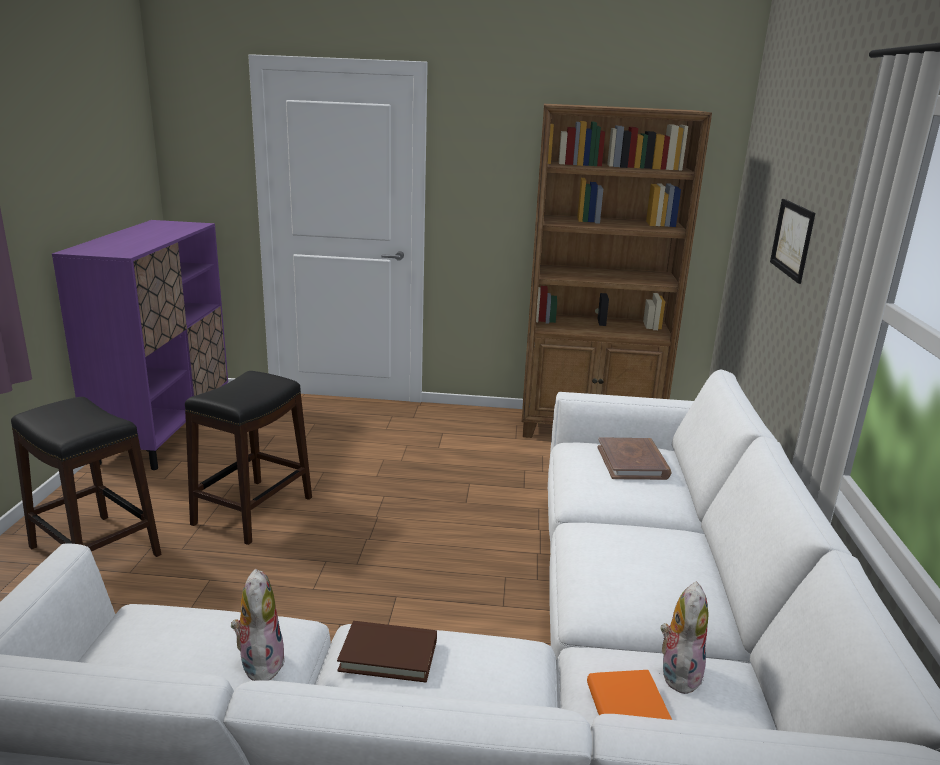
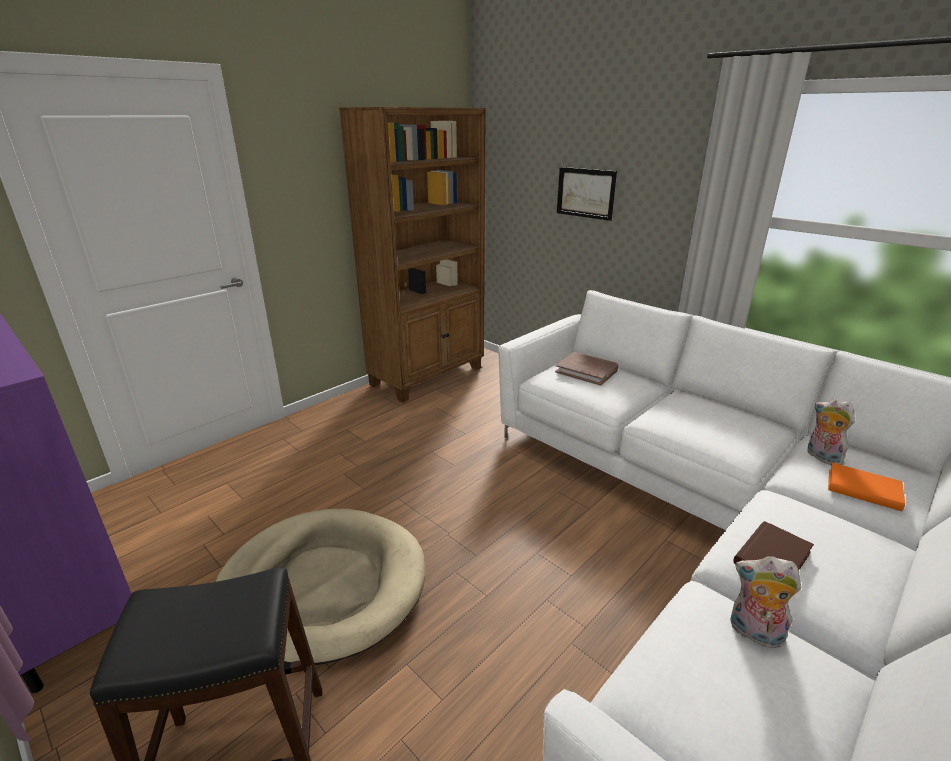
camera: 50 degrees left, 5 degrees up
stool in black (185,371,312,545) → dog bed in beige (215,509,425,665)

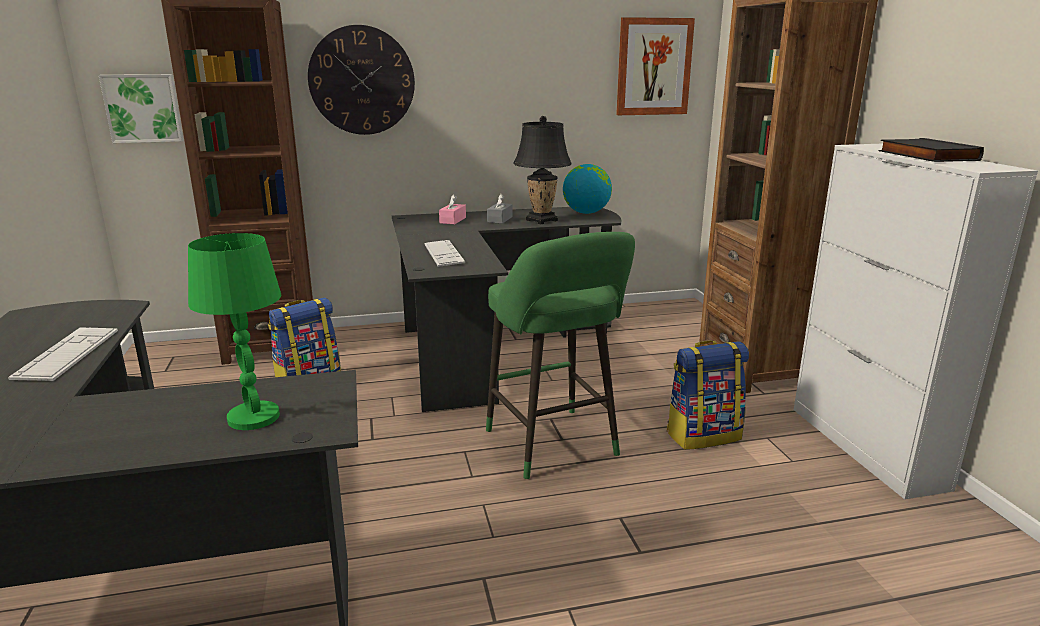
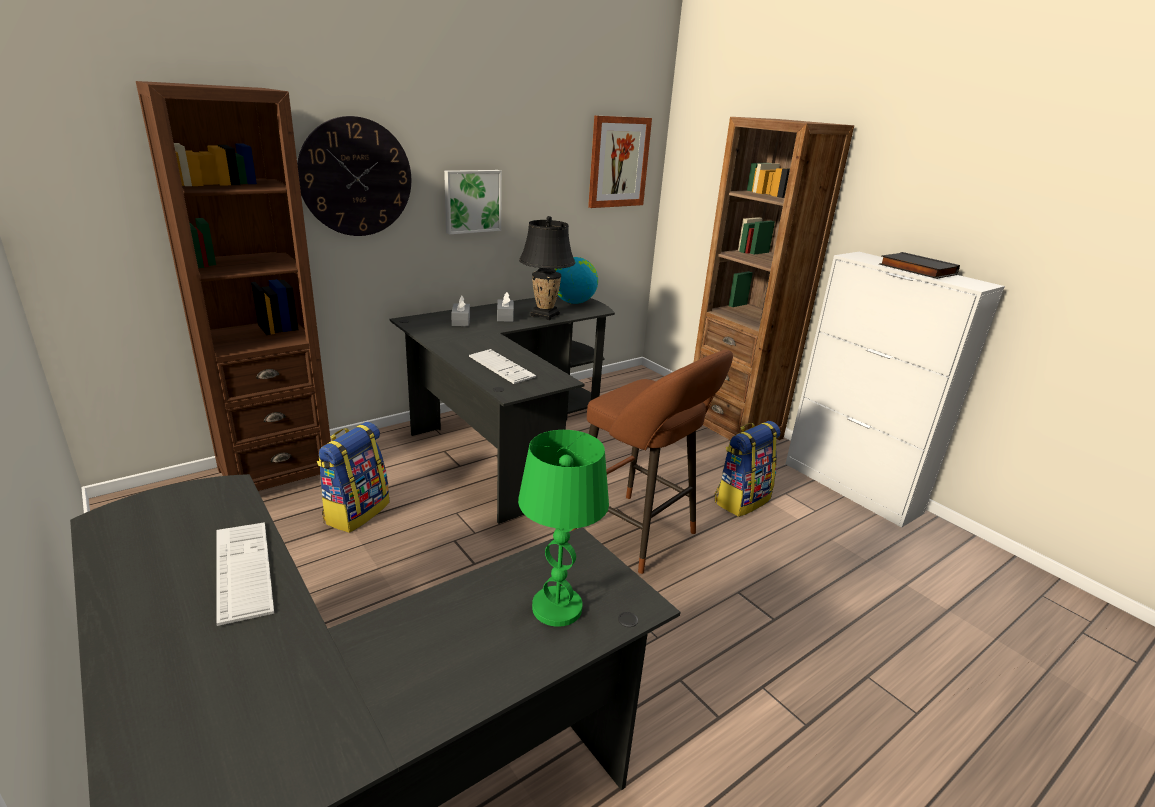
camera: 25 degrees left, 5 degrees up
picture (99,74,183,143) → picture (444,170,502,235), relocated
tissue box in pink (439,194,466,224) → tissue box in grey (451,296,470,327)
stool in green (486,232,635,479) → stool in brown (571,350,733,574)

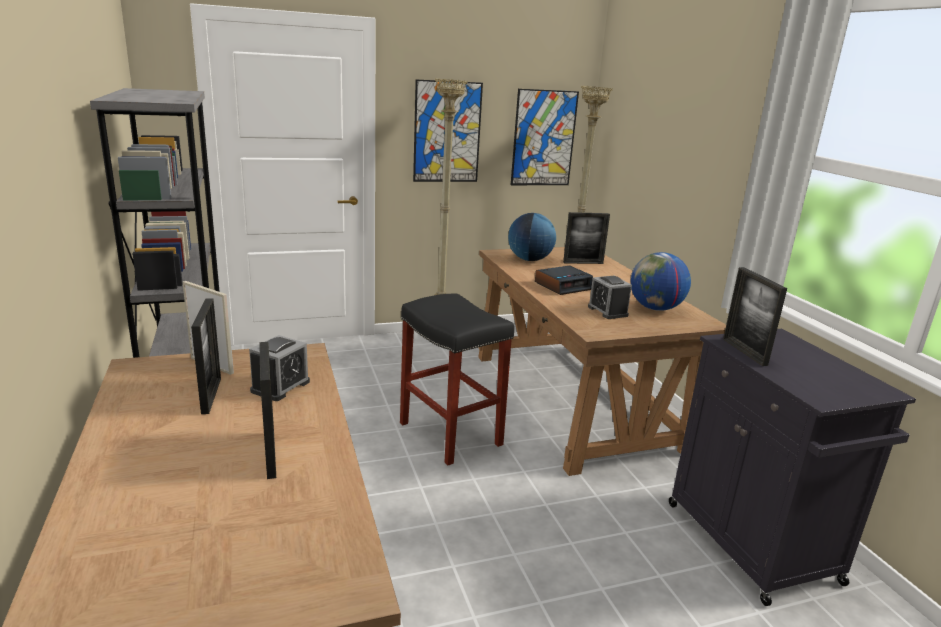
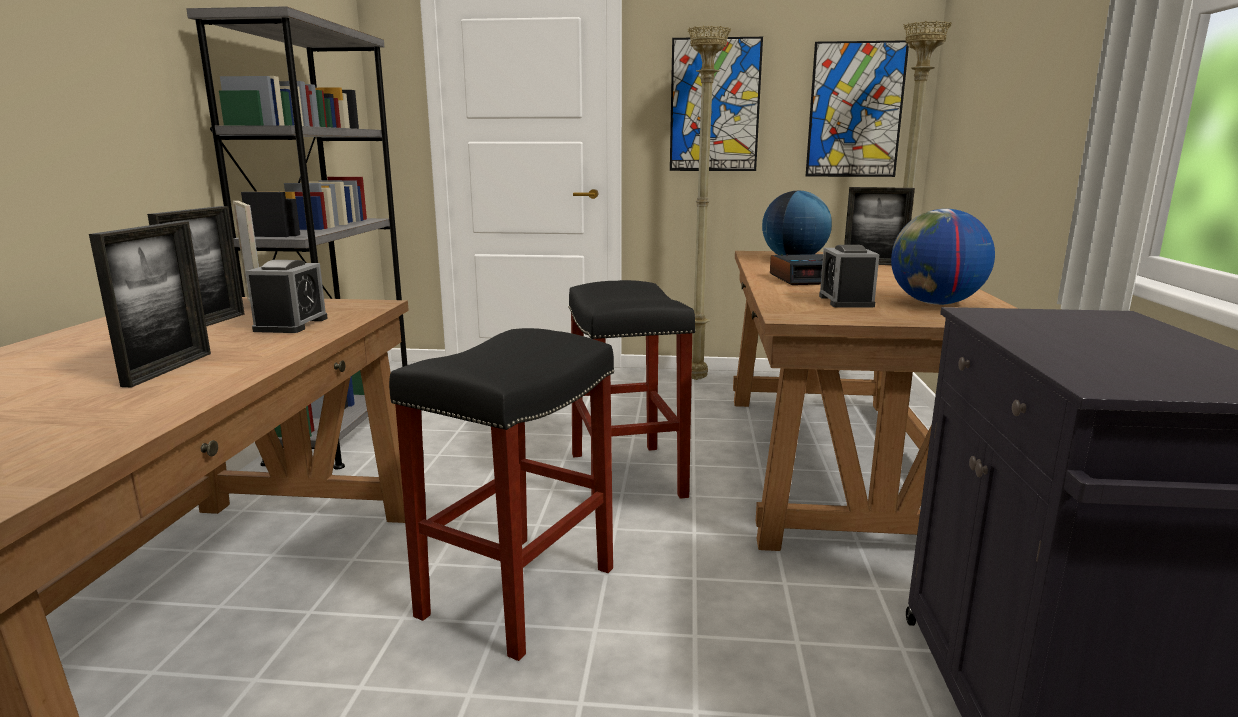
camera: 25 degrees right, 5 degrees down
alarm clock (249,335,310,401) → alarm clock (246,260,328,333), 45 degrees counterclockwise
picture frame (723,267,787,366) → -
- → stool in black (389,328,614,661)

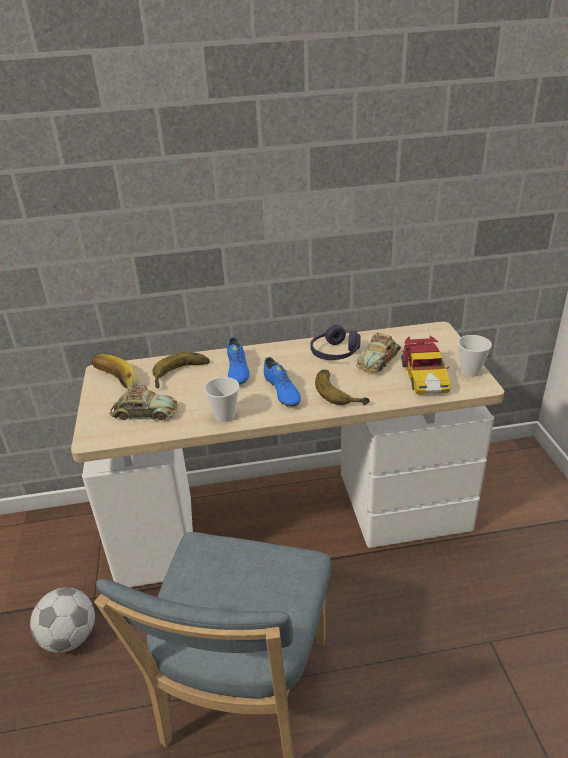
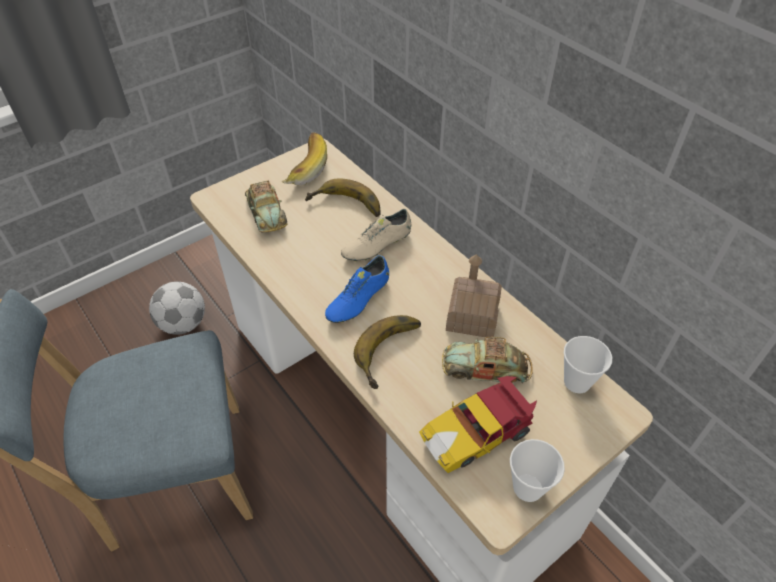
camera: 60 degrees right, 15 degrees up
cup (204,377,239,422) → cup (564,336,612,393), relocated
shoe in blue (227,337,249,385) → shoe in beige (341,209,411,261)
headphones in purple (310,325,361,360) → toy house (446,254,502,339)

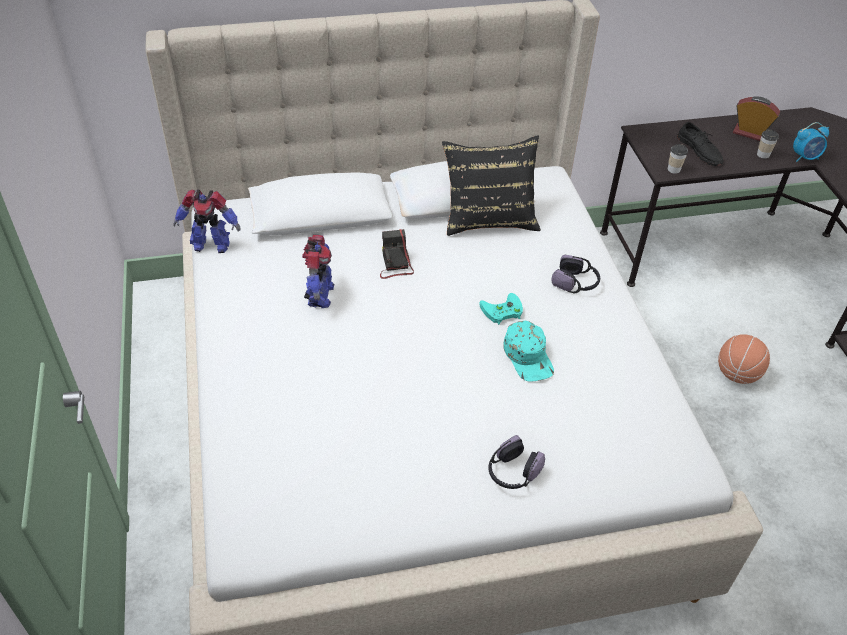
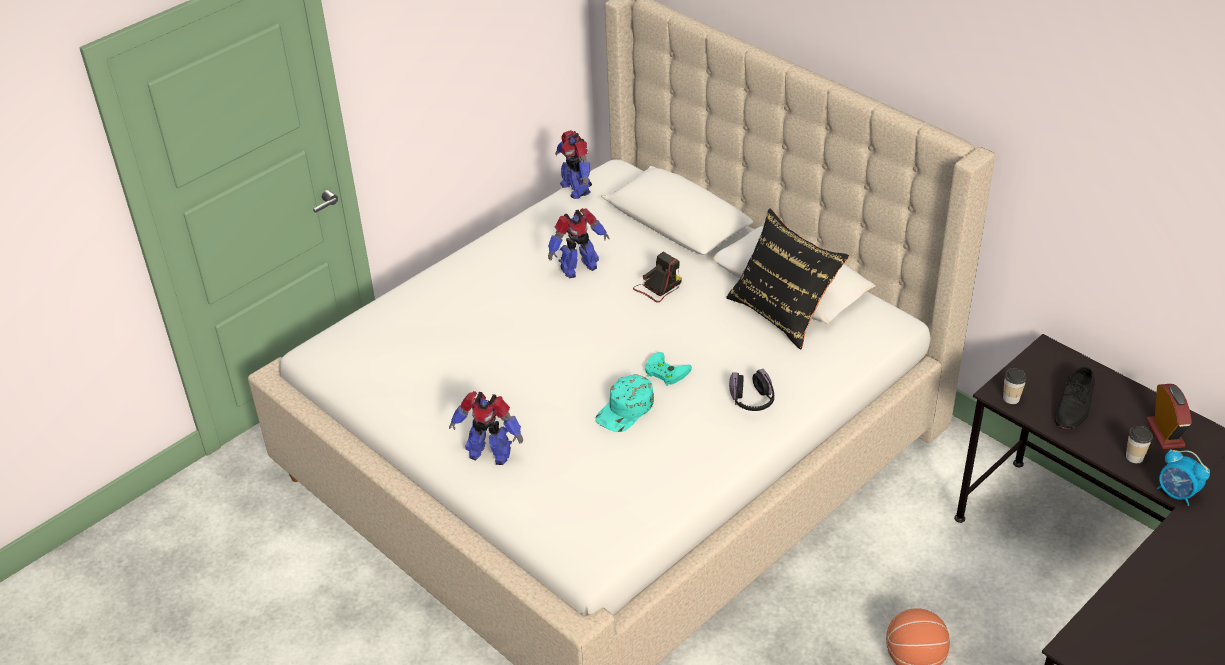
camera: 60 degrees right, 5 degrees down
headphones (488,435,545,489) → toy robot (449,391,523,465)

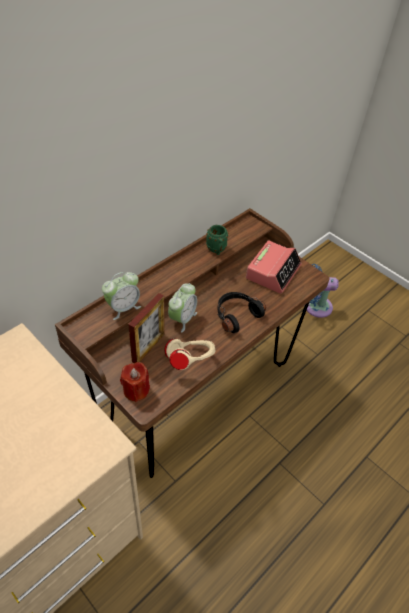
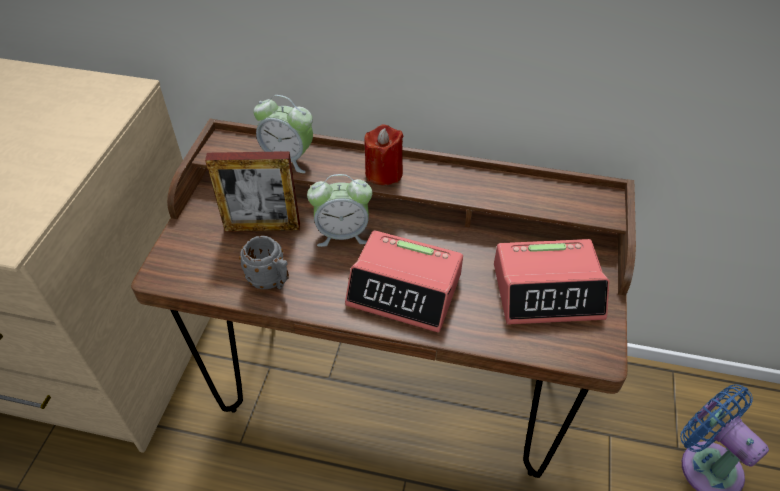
camera: 60 degrees right, 0 degrees up
candle in red (120,362,150,402) → candle in red (364,125,404,185), relocated
headphones in beige (165,338,215,370) → mug in grey (239,236,289,289)
mug in green (206,225,228,255) → -
headphones in black (217,292,266,333) → alarm clock (345,230,463,333)

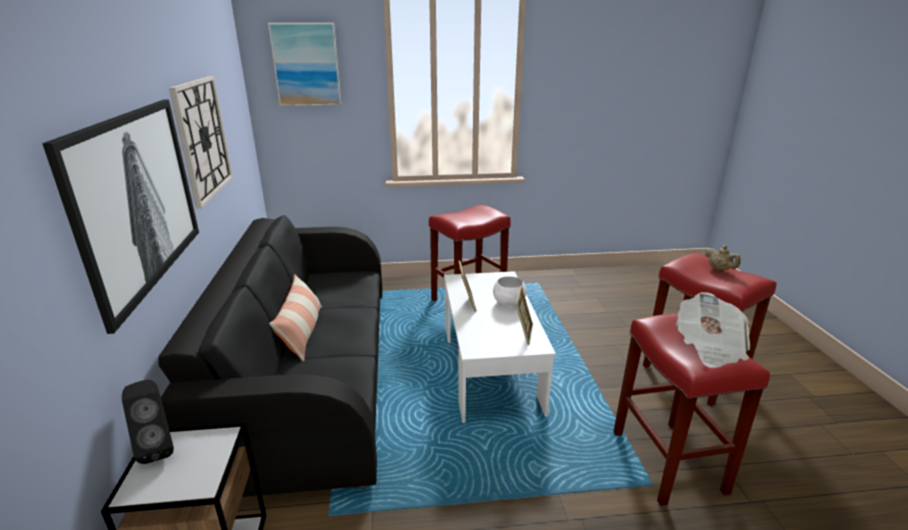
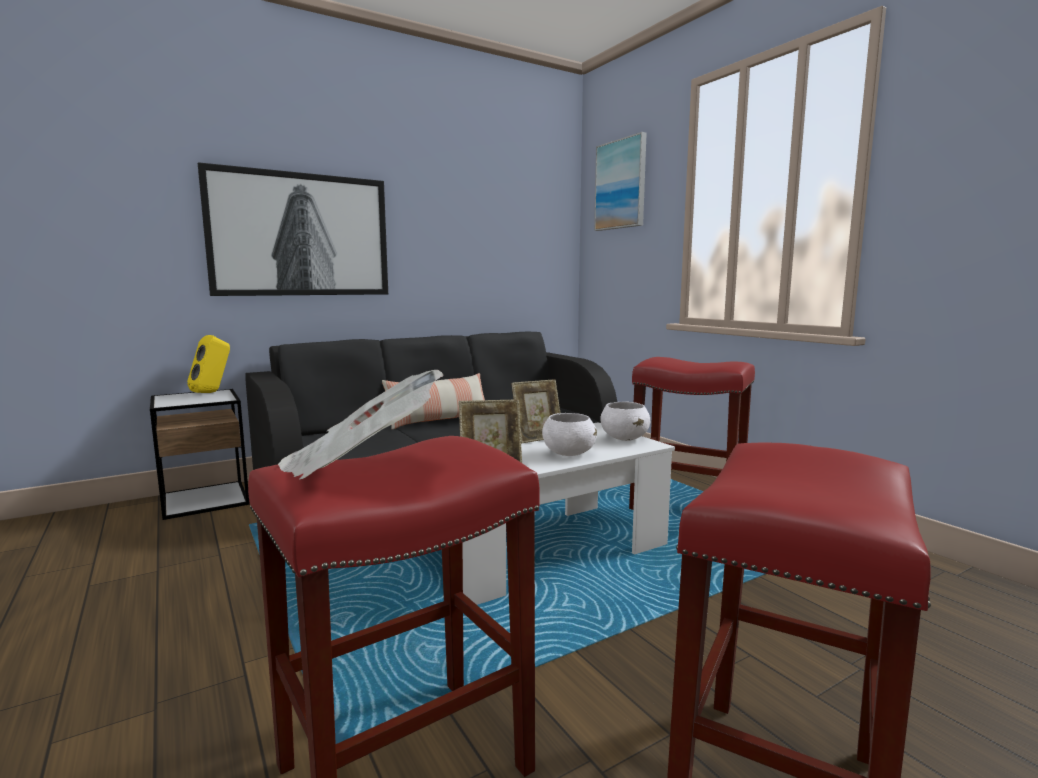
camera: 65 degrees right, 15 degrees down
speaker in black (122,380,174,464) → speaker in yellow (187,335,230,393)
wall clock (169,76,233,209) → -
teapot in beige (705,245,741,271) → -
- → bowl in white (600,402,650,441)

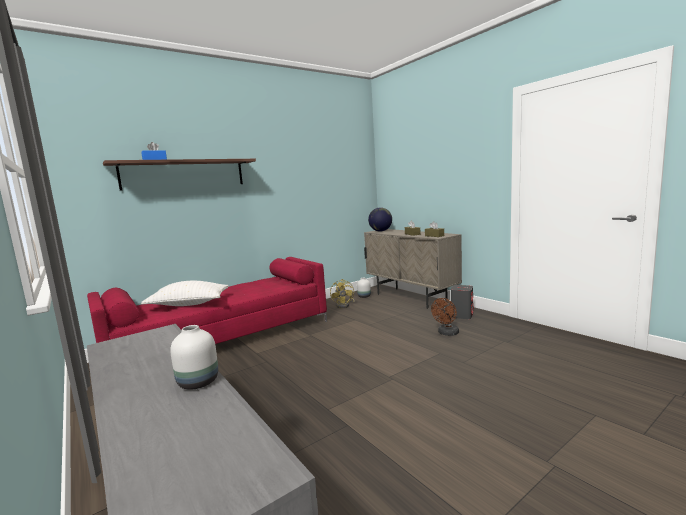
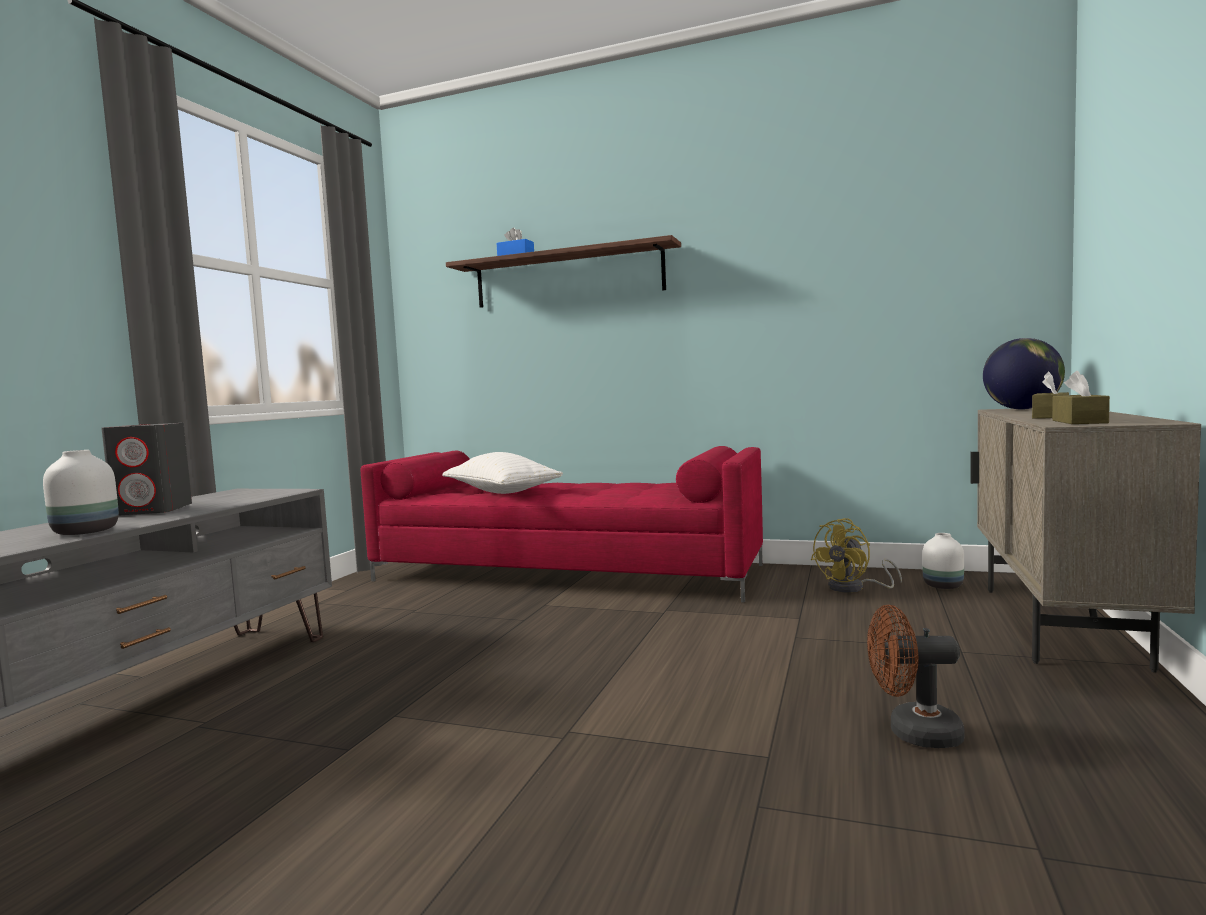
camera: 55 degrees right, 5 degrees down
speaker in grey (451,285,473,319) → speaker in grey (101,423,192,515), relocated

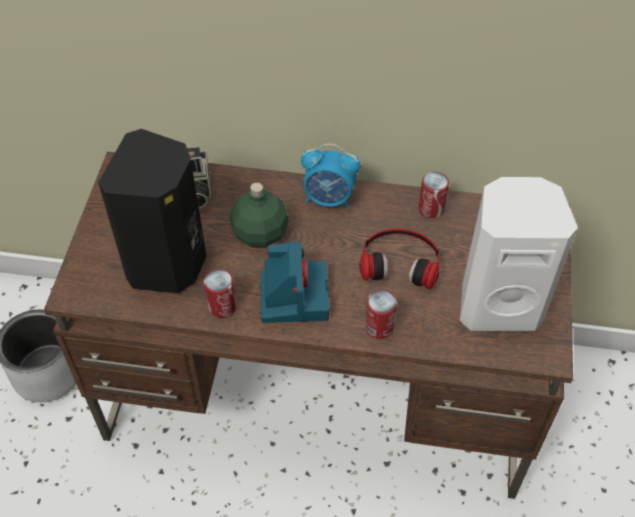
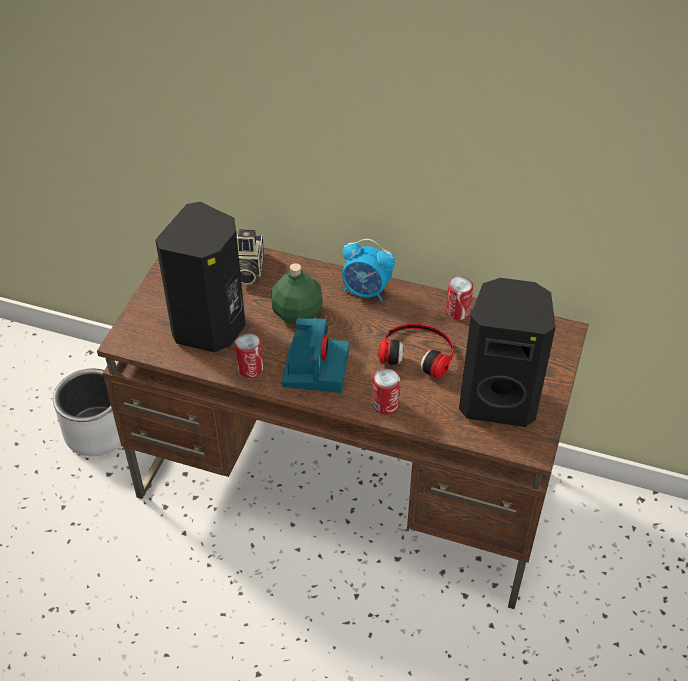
camera: 10 degrees right, 5 degrees down
speaker in white (460,177,578,331) → speaker in black (459,278,556,427)

